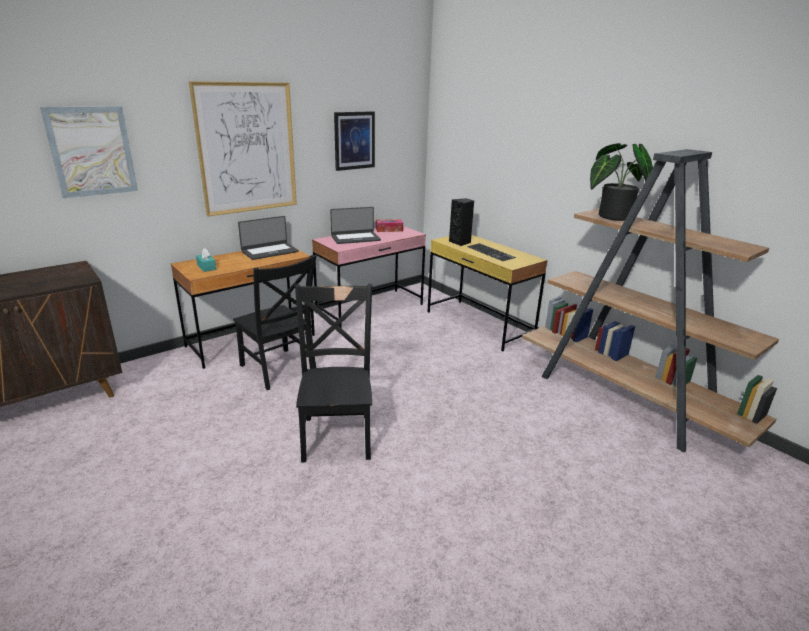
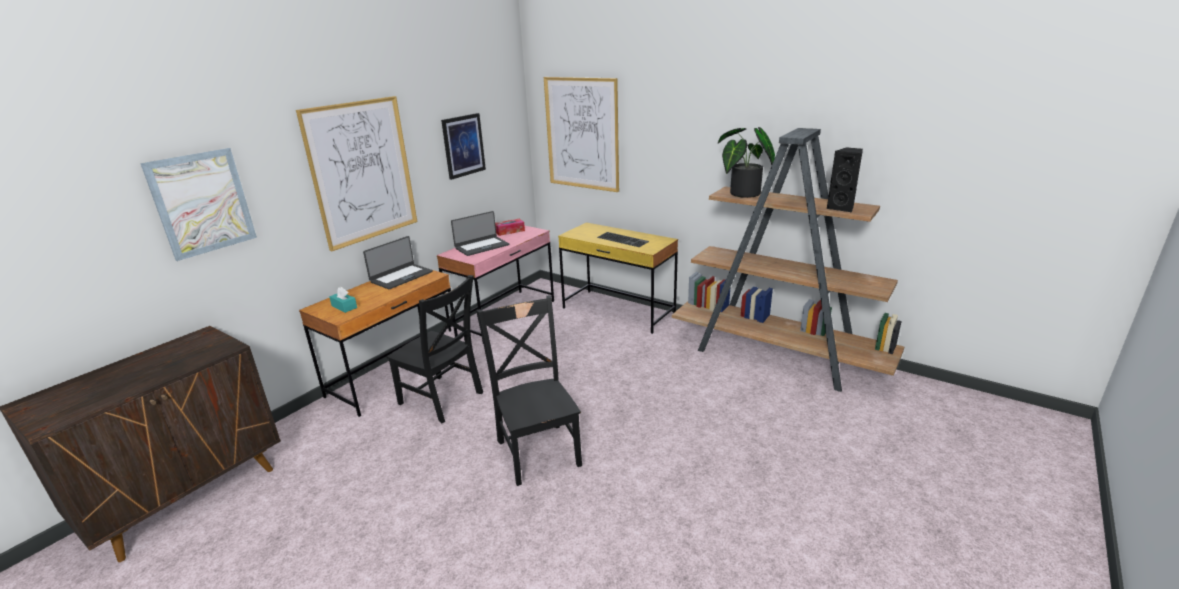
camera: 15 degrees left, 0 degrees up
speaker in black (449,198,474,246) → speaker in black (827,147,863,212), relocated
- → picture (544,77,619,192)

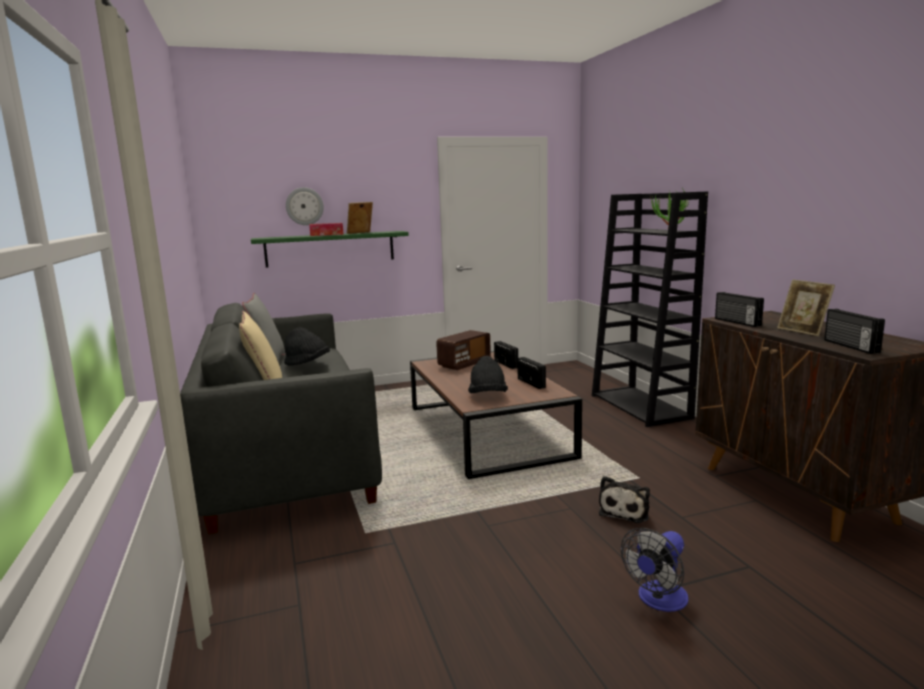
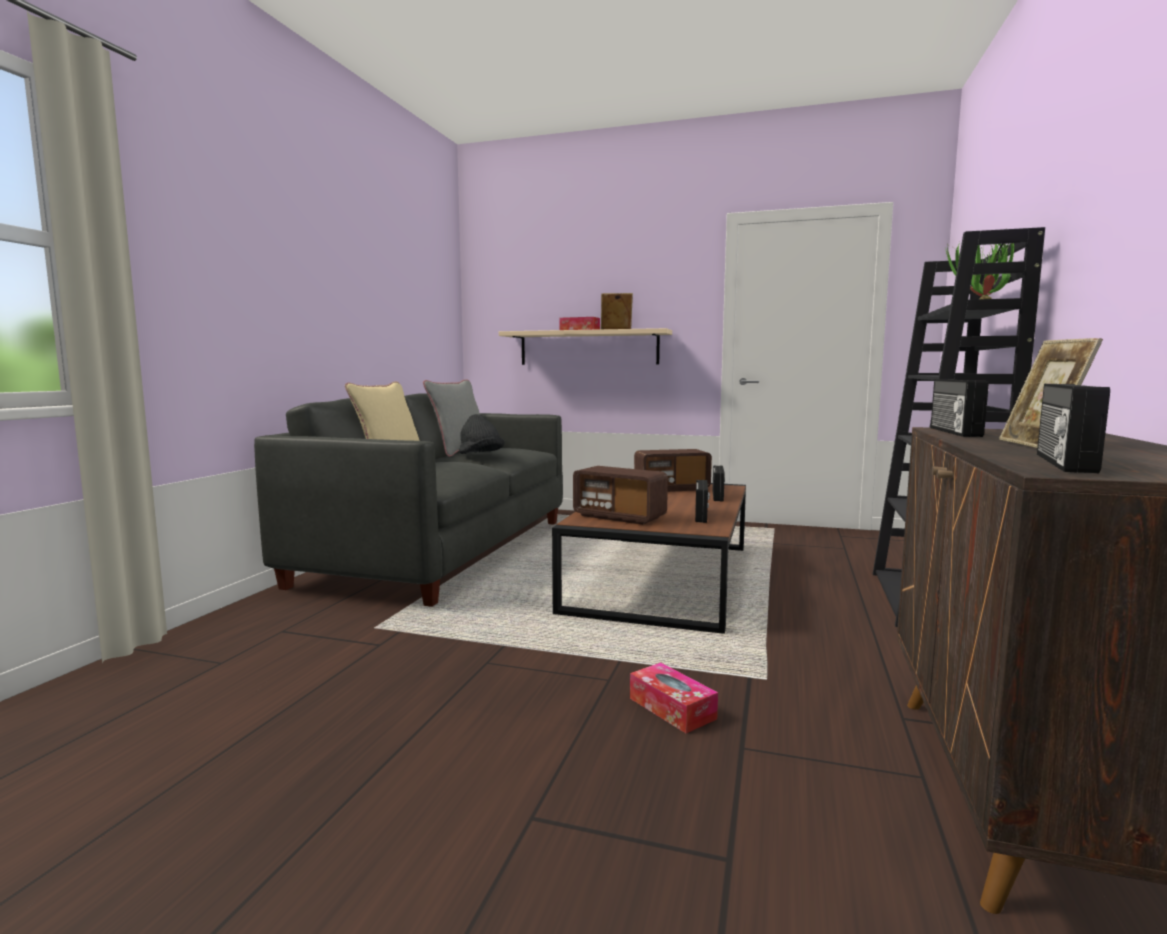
camera: 35 degrees right, 5 degrees down
shelf in green (251,231,409,268) → shelf in beige (499,328,672,365)
wall clock (286,187,324,225) → -
hat in black (468,356,508,393) → radio (573,466,668,525)
plush toy (599,476,650,523) → tissue box (630,662,718,733)
fan (621,528,688,612) → -

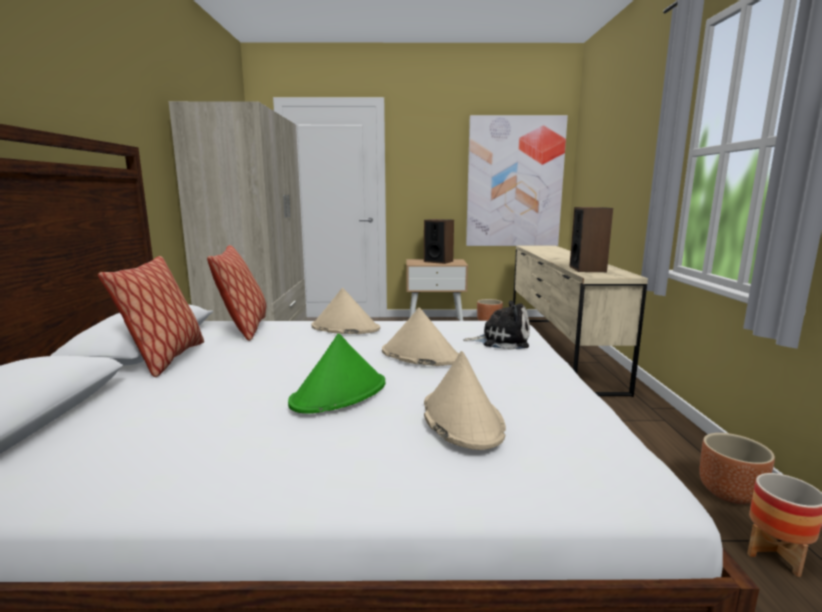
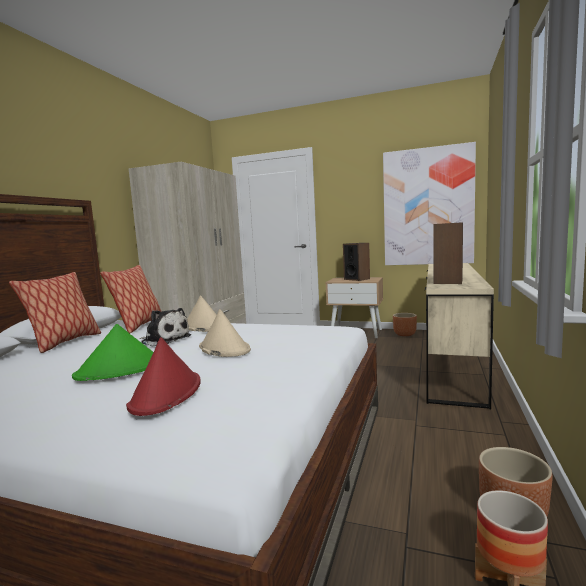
camera: 20 degrees right, 5 degrees down
hat in beige (424,351,506,450) → hat in red (126,337,201,416)
plush toy (463,301,530,350) → plush toy (140,308,191,346), relocated

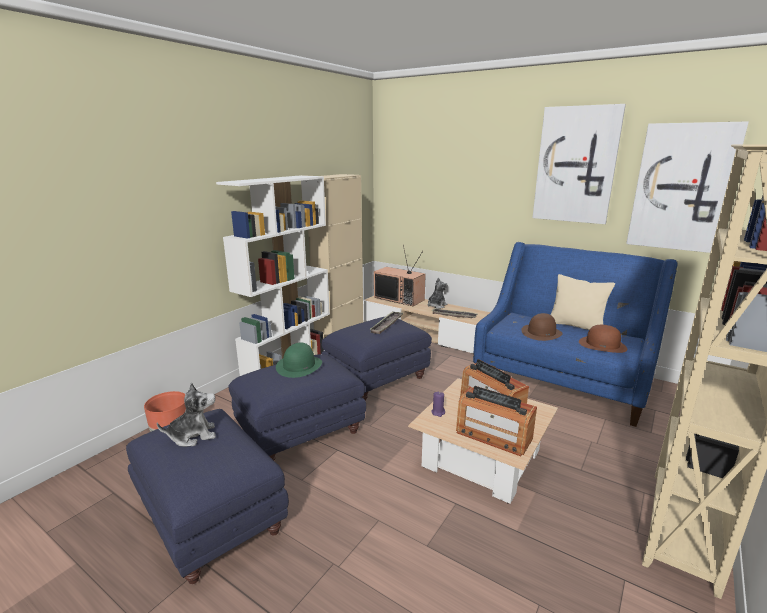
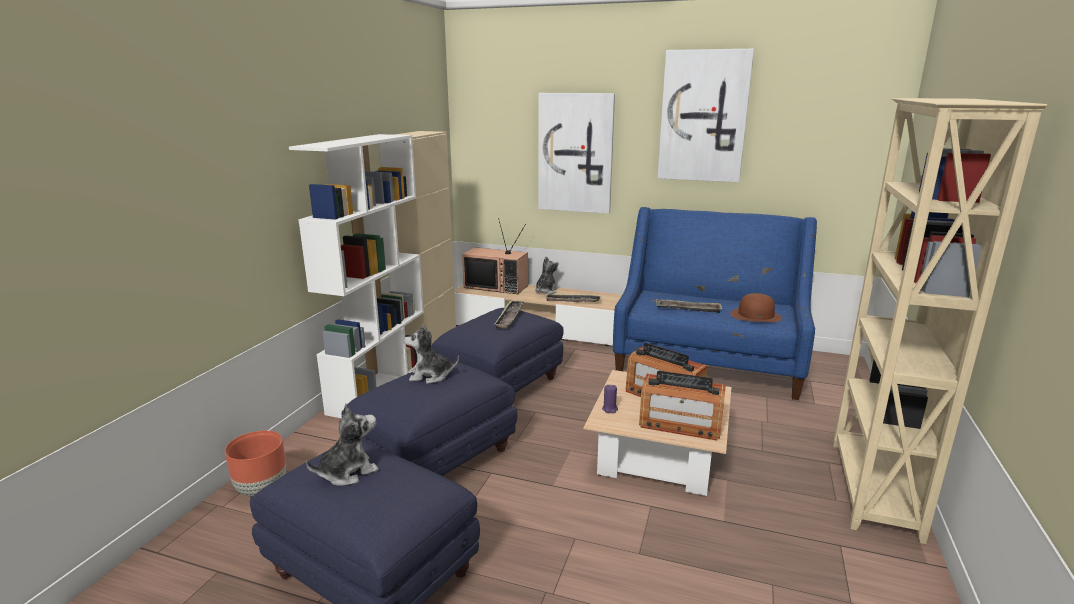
camera: 15 degrees left, 0 degrees up
hat in green (276,343,322,378) → plush toy (404,325,459,384)
hat in brown (521,313,563,341) → tray (656,300,722,313)
pillow in beige (551,274,615,330) → -
picture (626,121,749,253) → picture (538,93,615,214), relocated

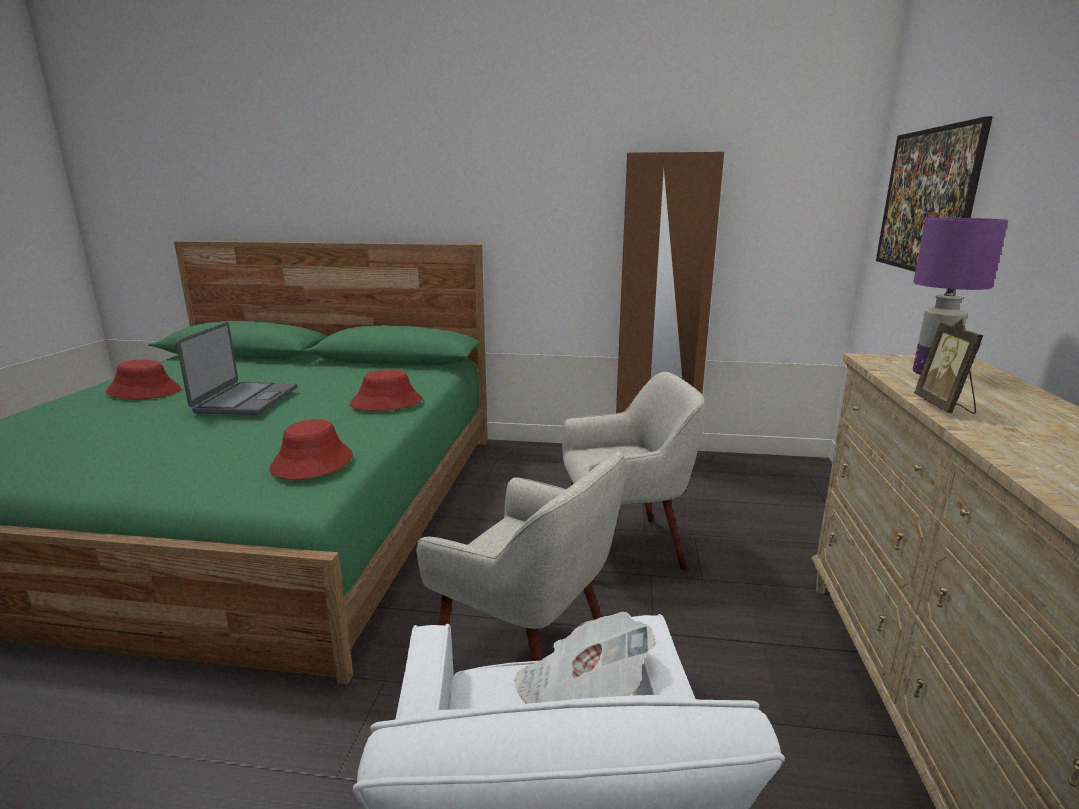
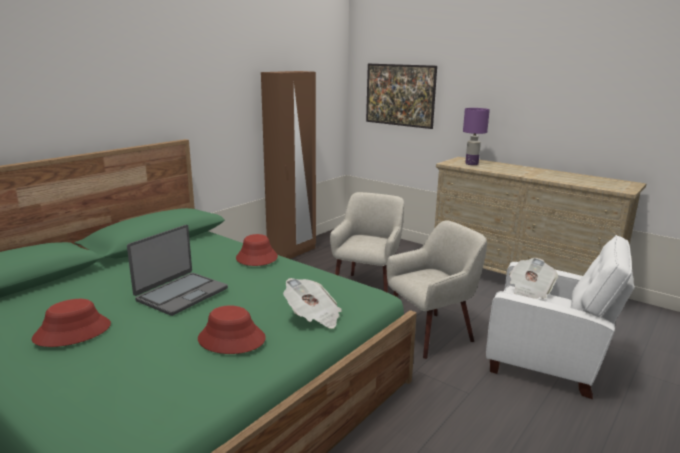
camera: 60 degrees left, 0 degrees up
laptop (176,322,297,415) → laptop (127,225,228,316), 90 degrees clockwise
hat in red (270,419,353,480) → hat in red (198,305,266,354), relocated
picture frame (914,319,984,414) → -
- → newspaper (283,278,342,329)

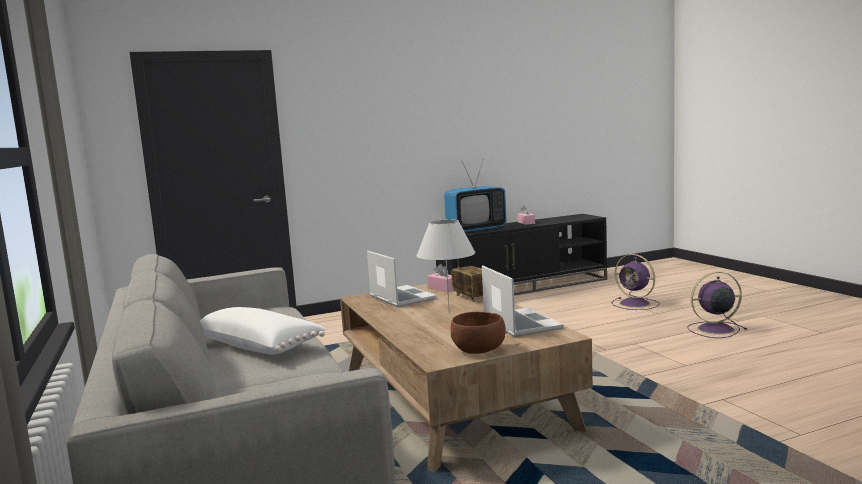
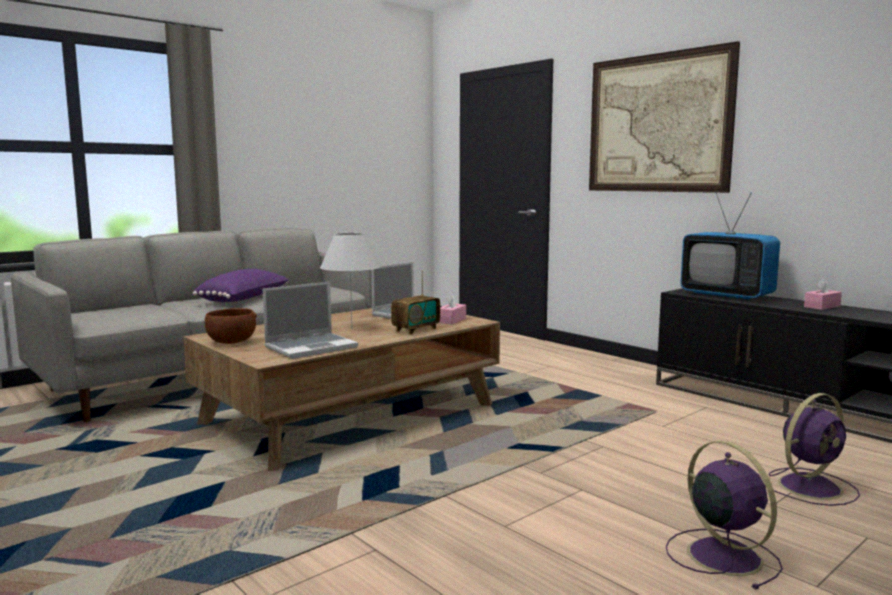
camera: 70 degrees right, 0 degrees up
pillow in white (200,307,326,355) → pillow in purple (193,269,289,302)
fan in purple (612,254,660,310) → fan in purple (766,393,860,506), 150 degrees counterclockwise
- → picture (589,41,740,193)

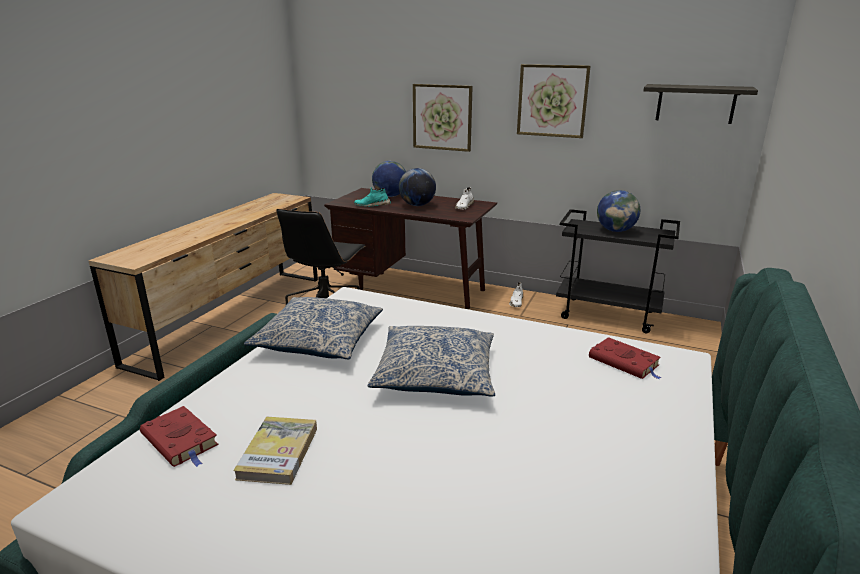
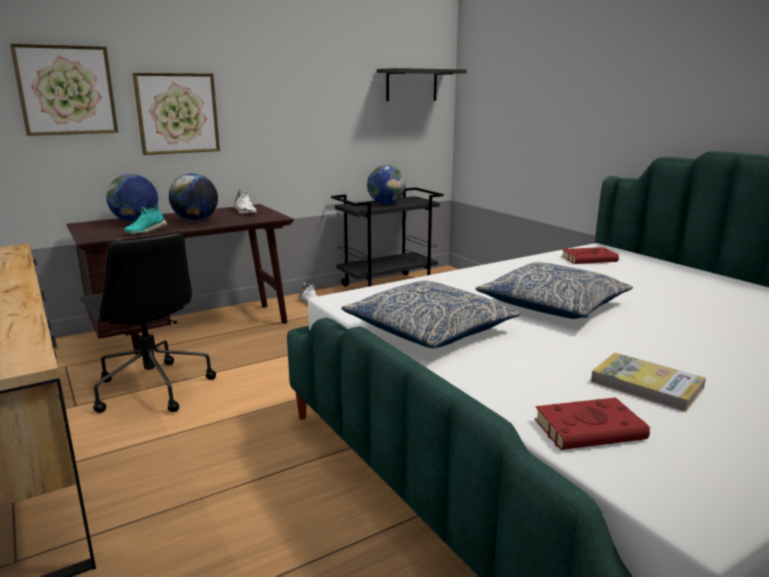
camera: 55 degrees left, 5 degrees down
picture (517,64,591,138) → picture (10,44,118,136), relocated

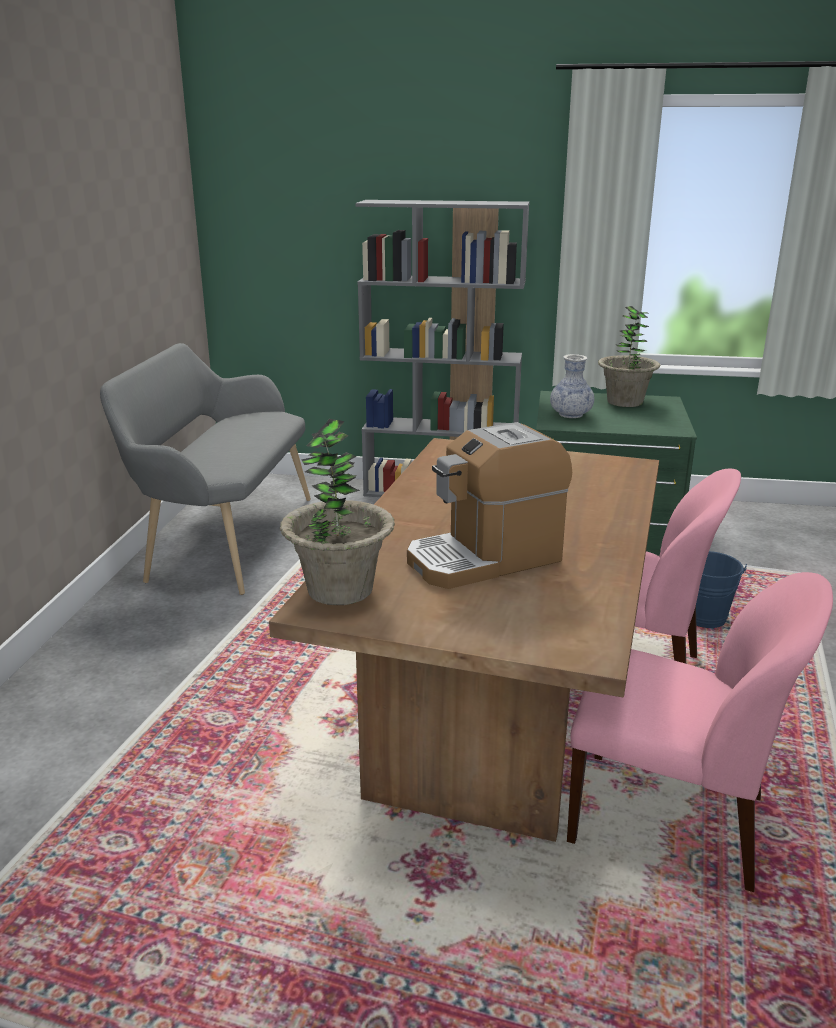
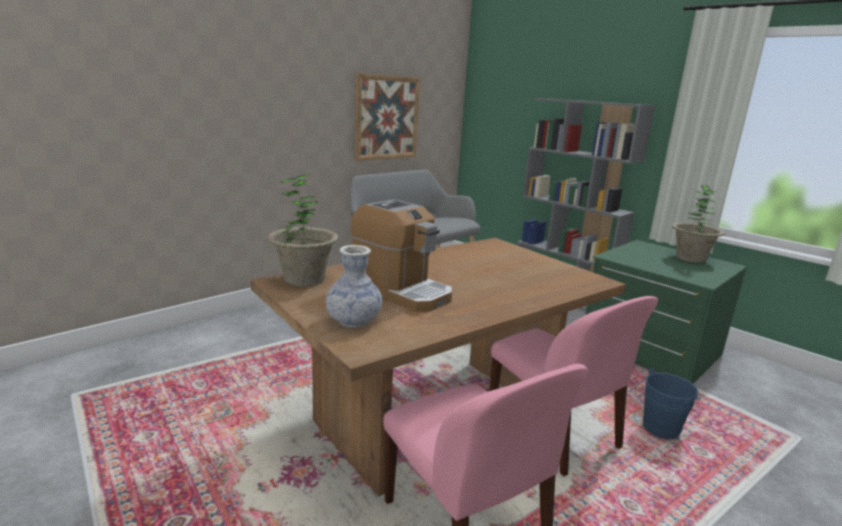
camera: 35 degrees right, 5 degrees down
coffee machine (407,422,572,589) → coffee machine (351,199,452,312), 150 degrees counterclockwise
vase (550,354,594,418) → vase (326,245,382,327), relocated
- → picture (355,73,420,161)

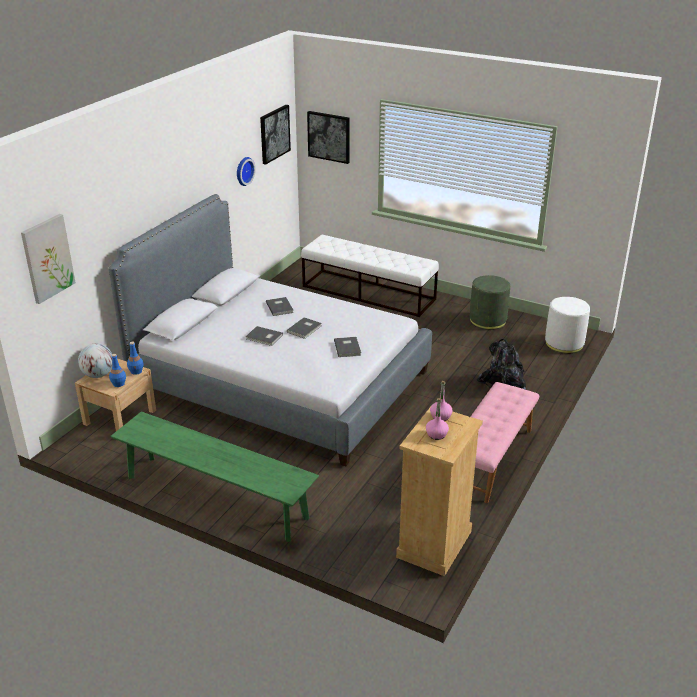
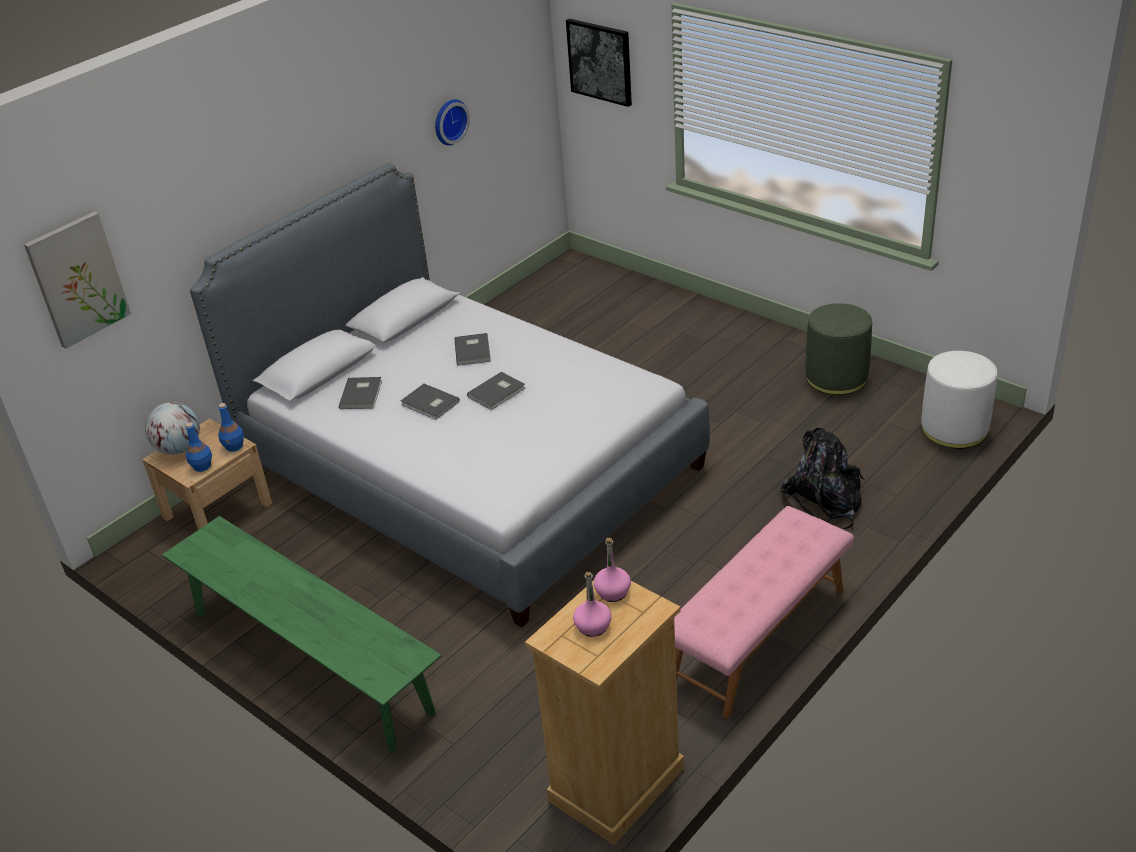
camera: 15 degrees right, 5 degrees up
picture (260,105,291,165) → -
bench in white (301,235,439,317) → -
book in grey (334,337,361,357) → book in grey (339,377,382,409), relocated

